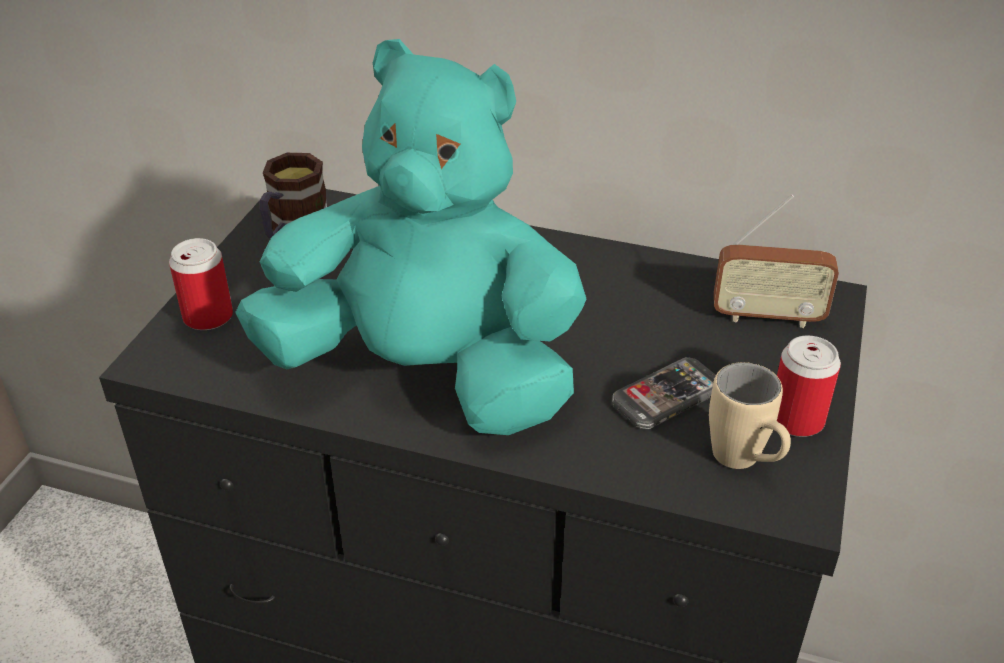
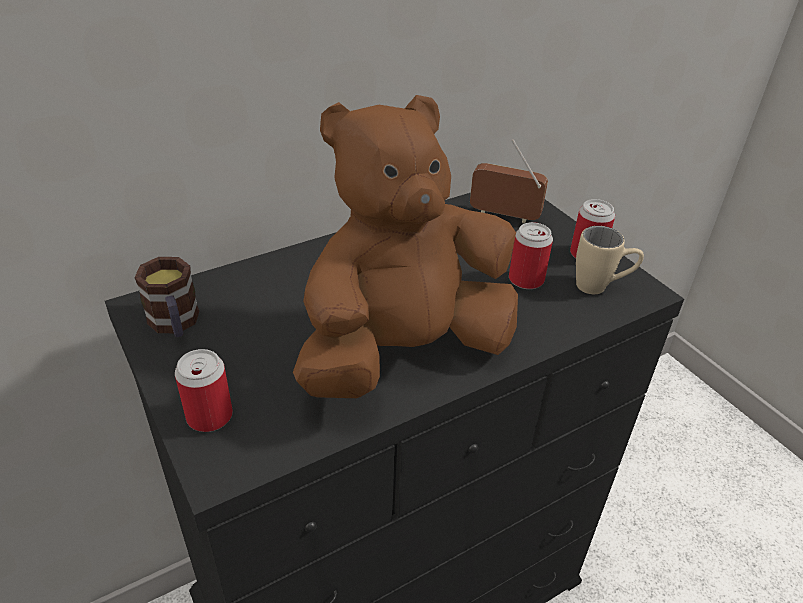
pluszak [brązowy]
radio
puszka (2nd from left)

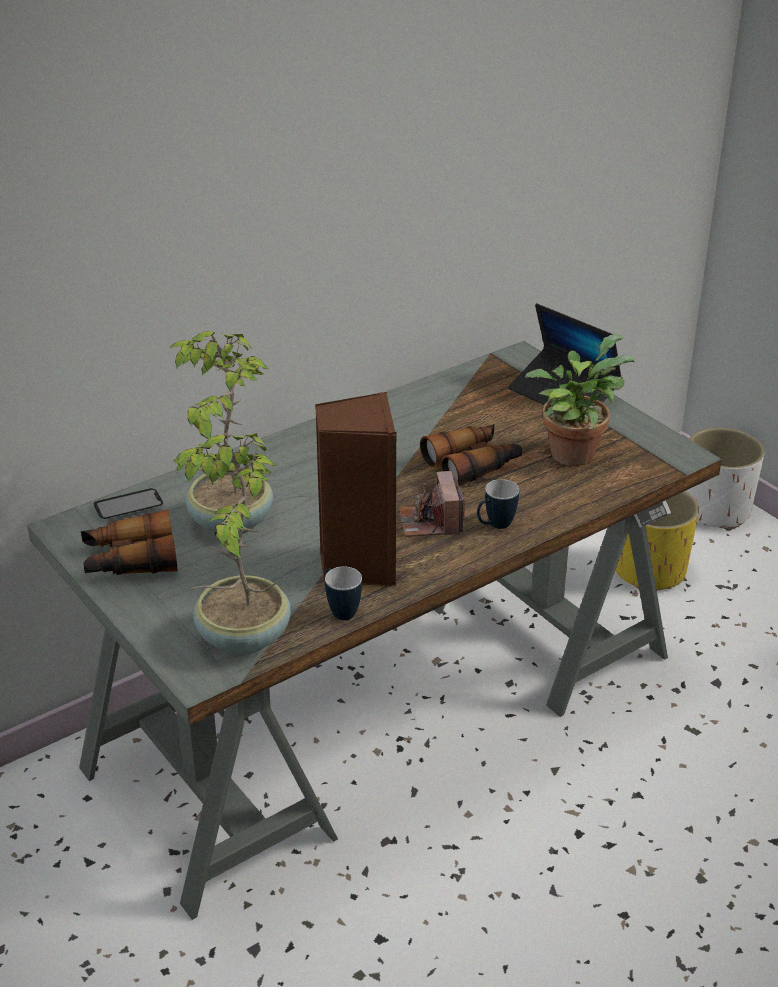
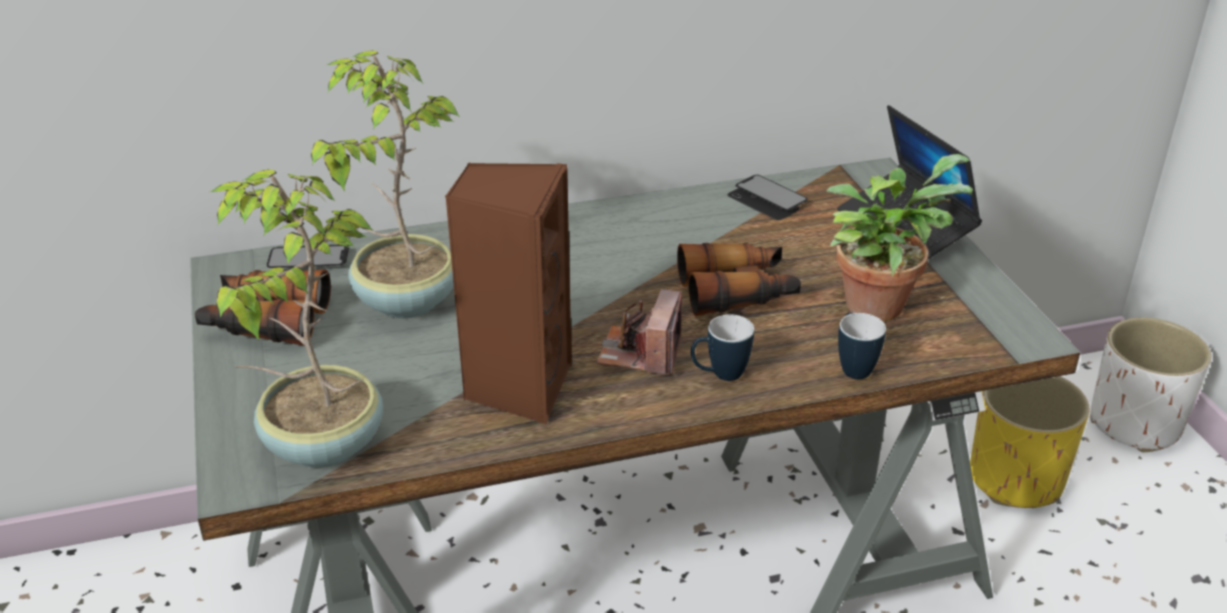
kubek (2nd from left)
telefon (2nd from left)

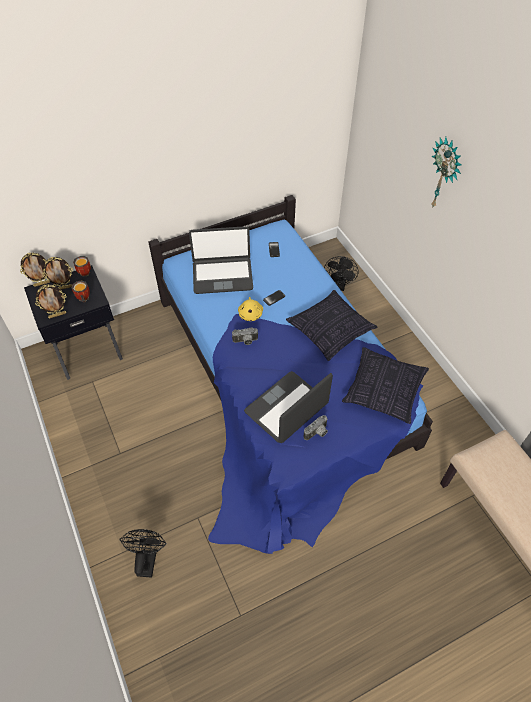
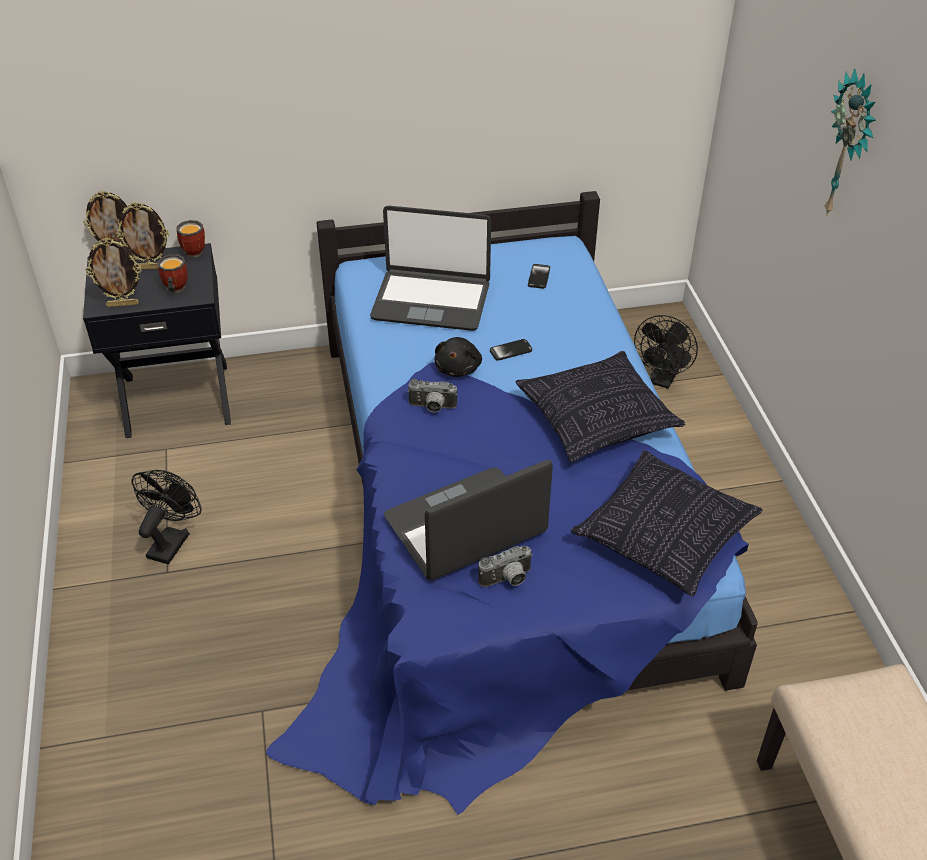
pluszak [czarny]
wentylator [czarny] (1st from left)

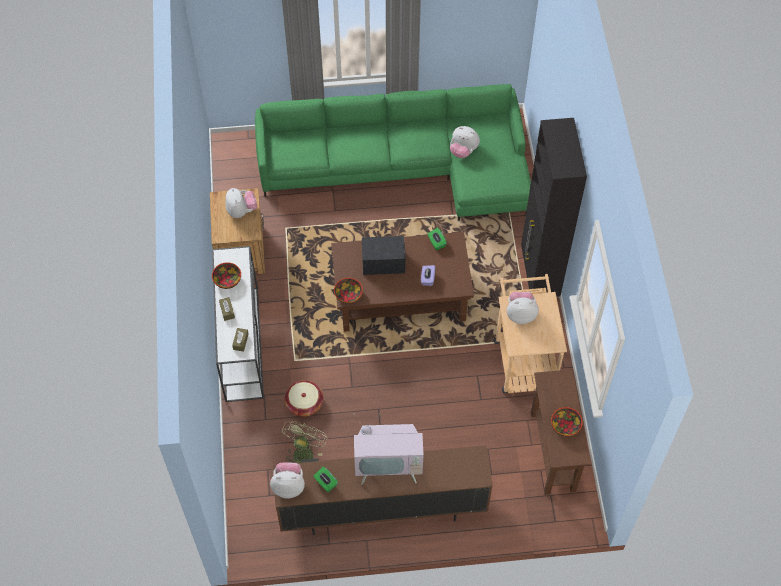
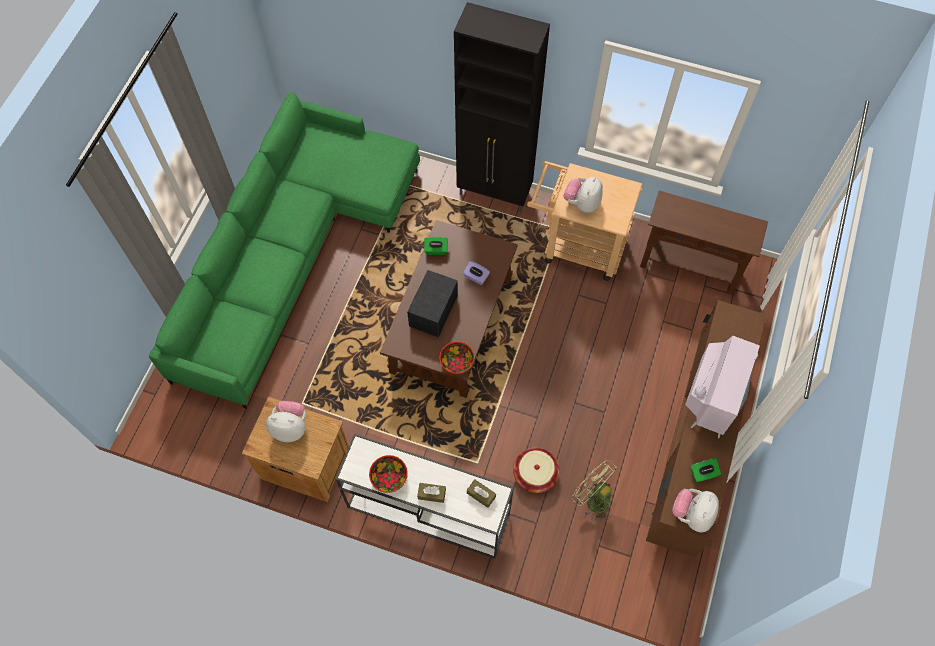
pluszak (3rd from left in the first image)
miska (3rd from left in the first image)

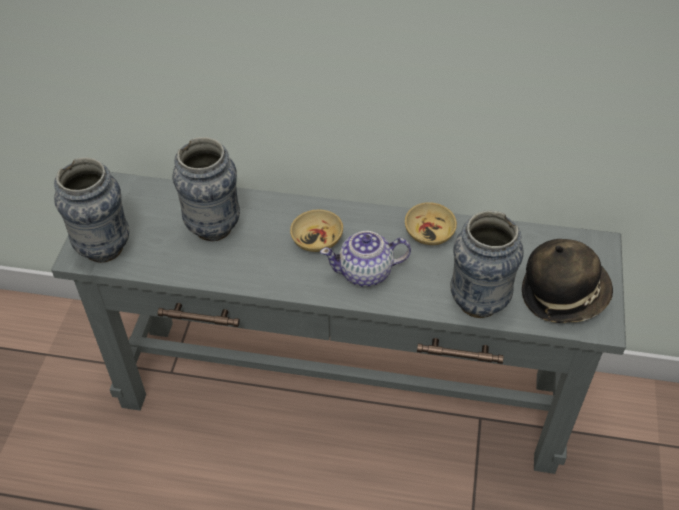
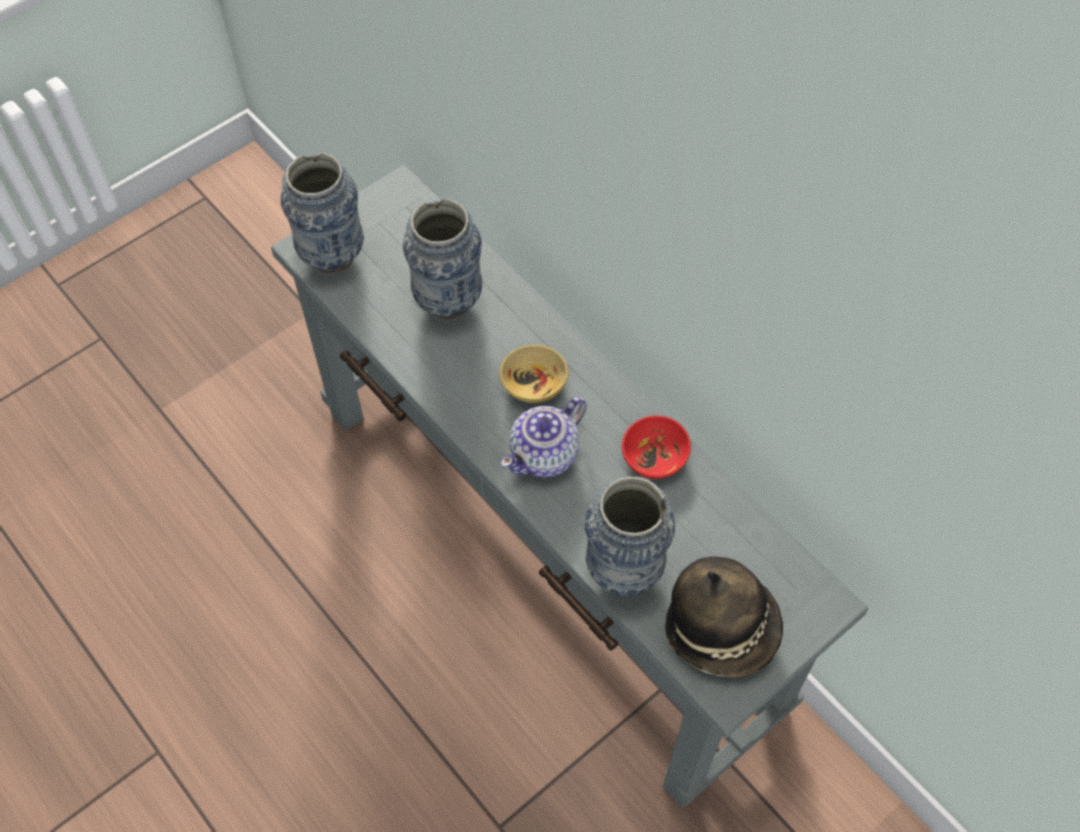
miska [czerwony]
imbryk

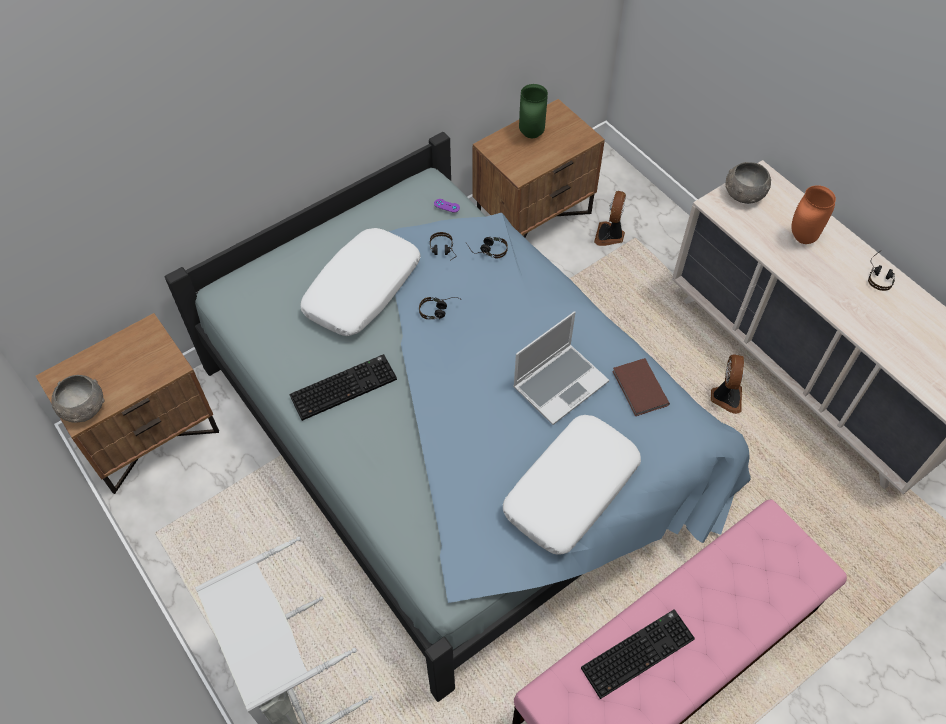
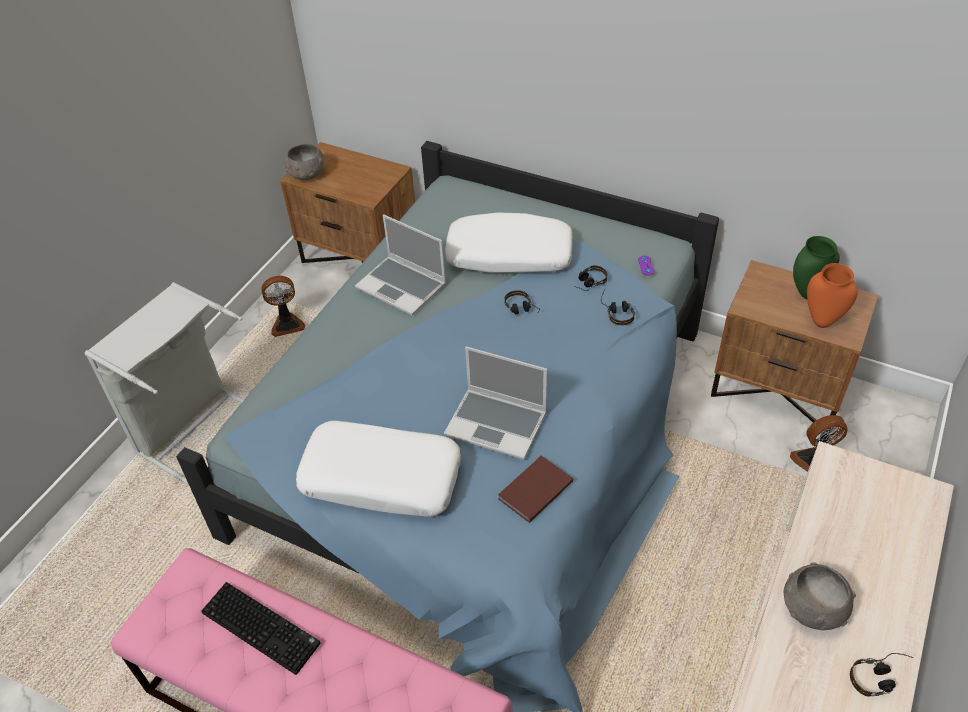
miska [szary] (2nd from left)
wazon [pomarańczowy]
laptop (1st from left)
wentylator (1st from left)

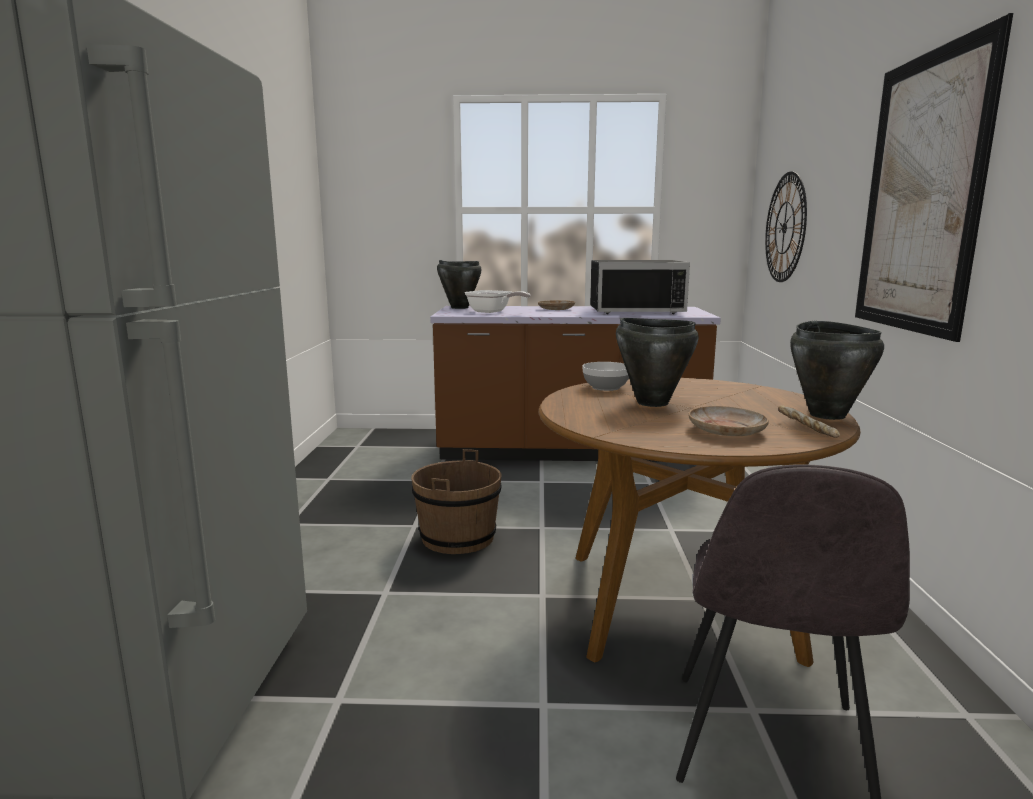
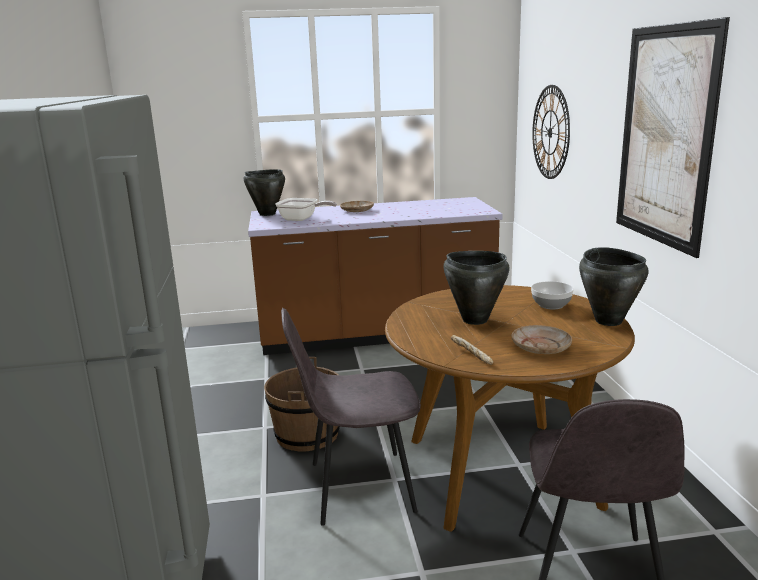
mikrofalówka [czarny]
miska
chleb
krzesło [szary] (1st from left)

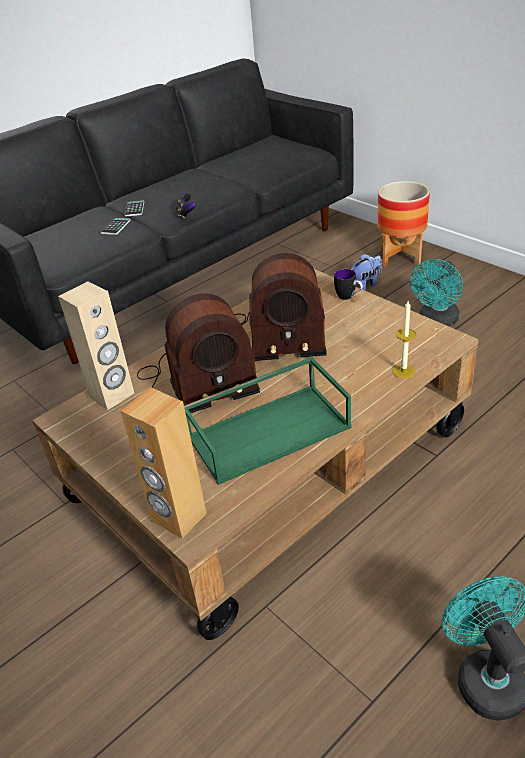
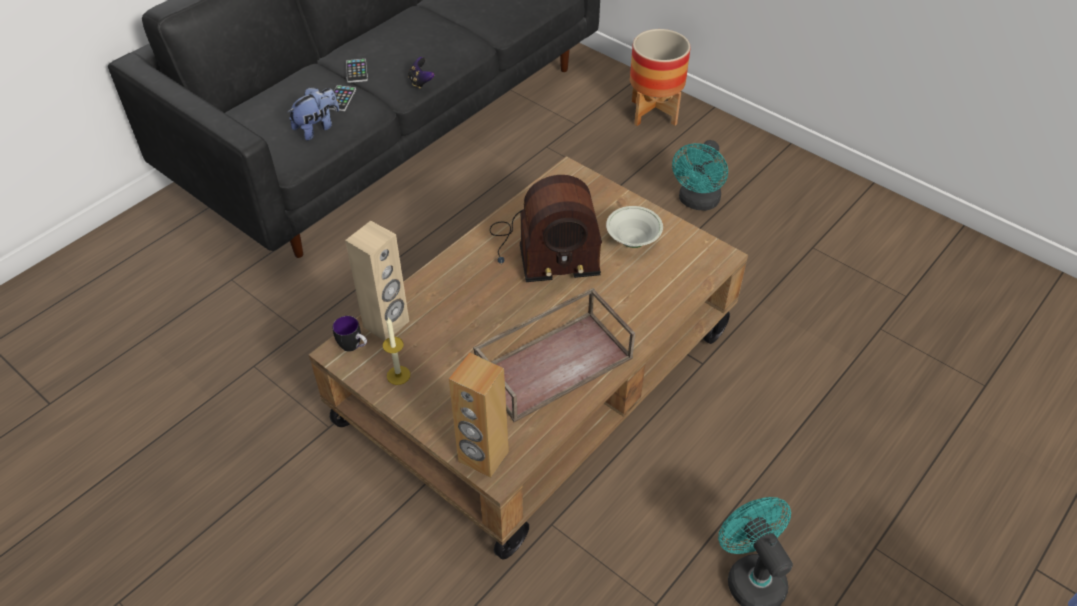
pluszak
kubek
radio (1st from left in the first image)
świeca
taca [brązowy]
miska [biały]

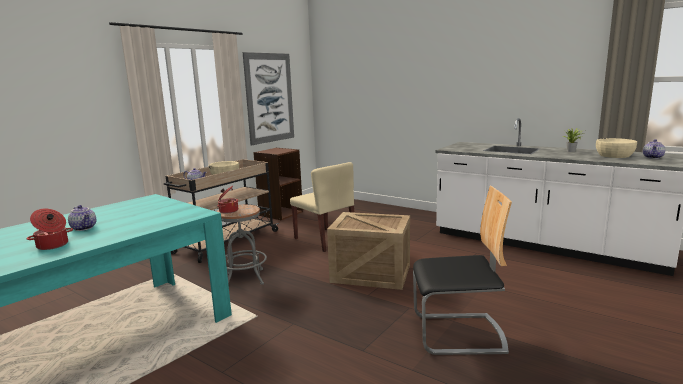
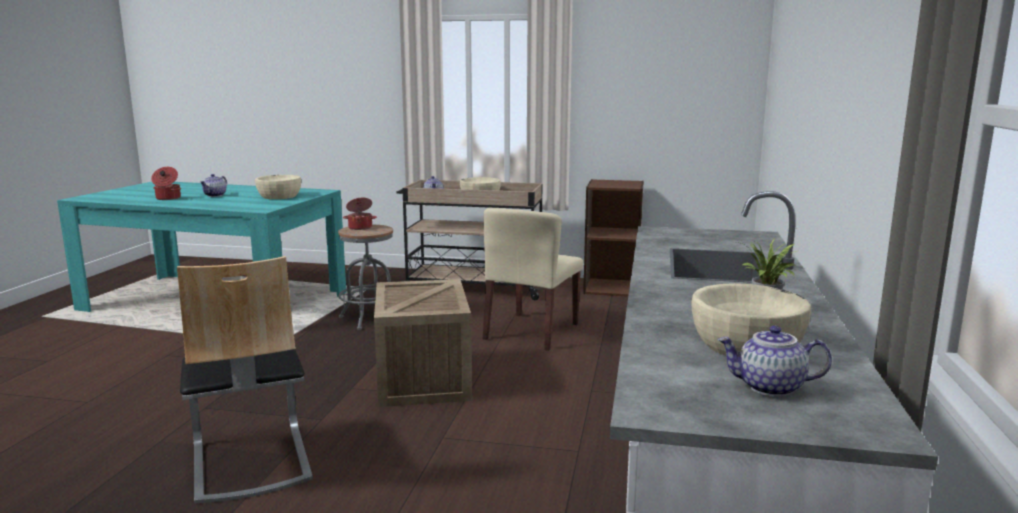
obraz
miska [beżowy] (1st from left)

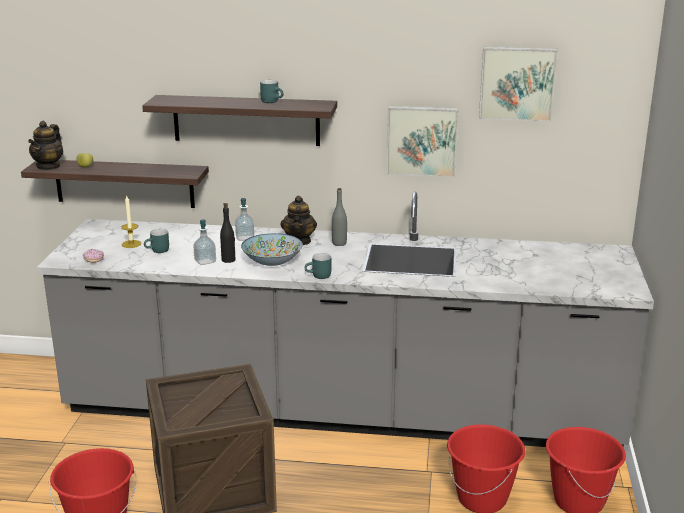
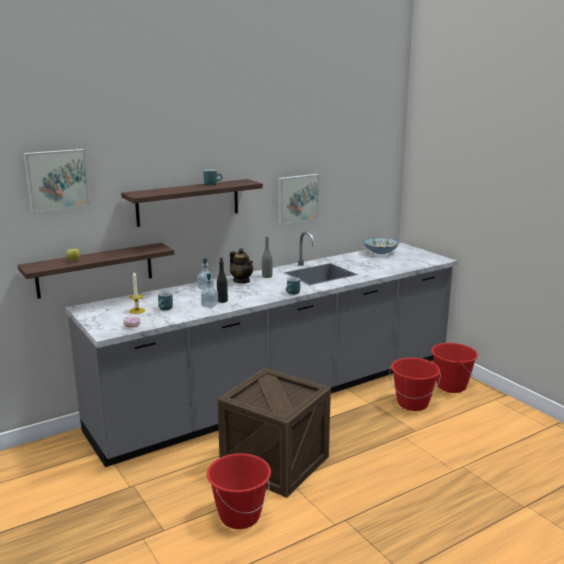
obraz (1st from left)
imbryk (1st from left in the first image)
miska

